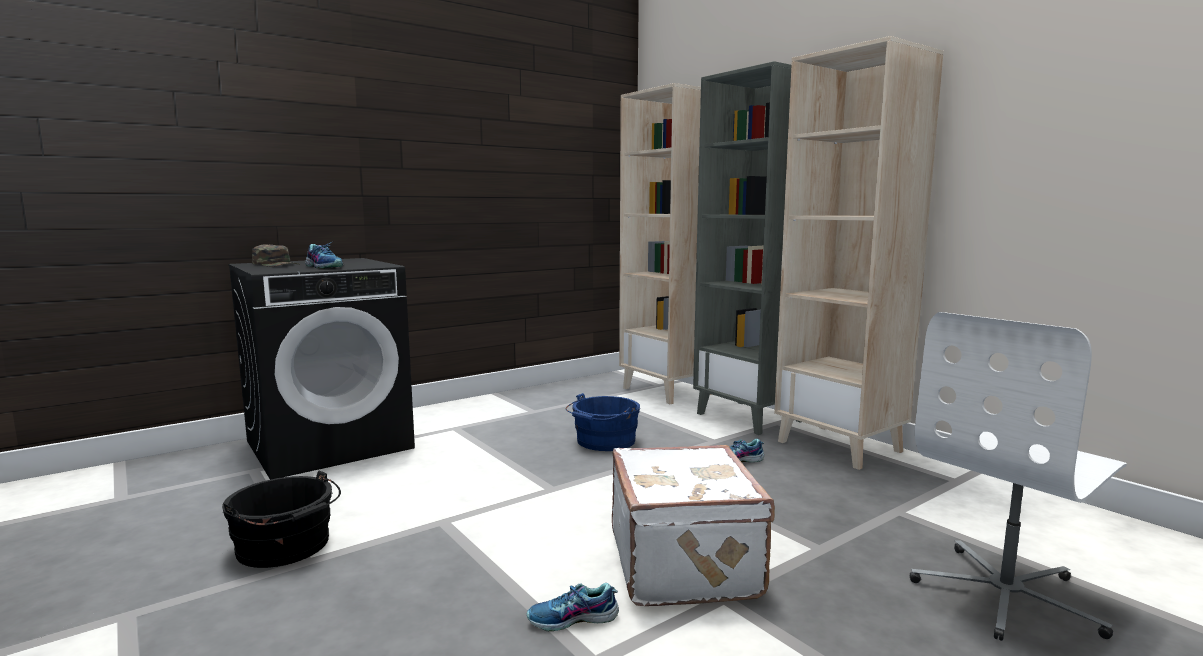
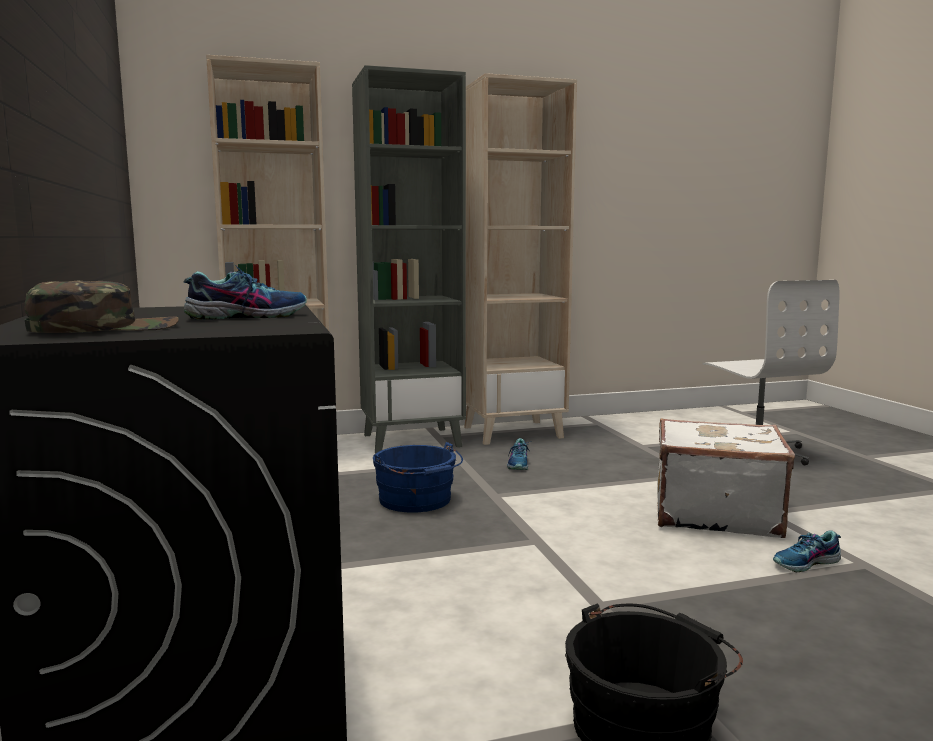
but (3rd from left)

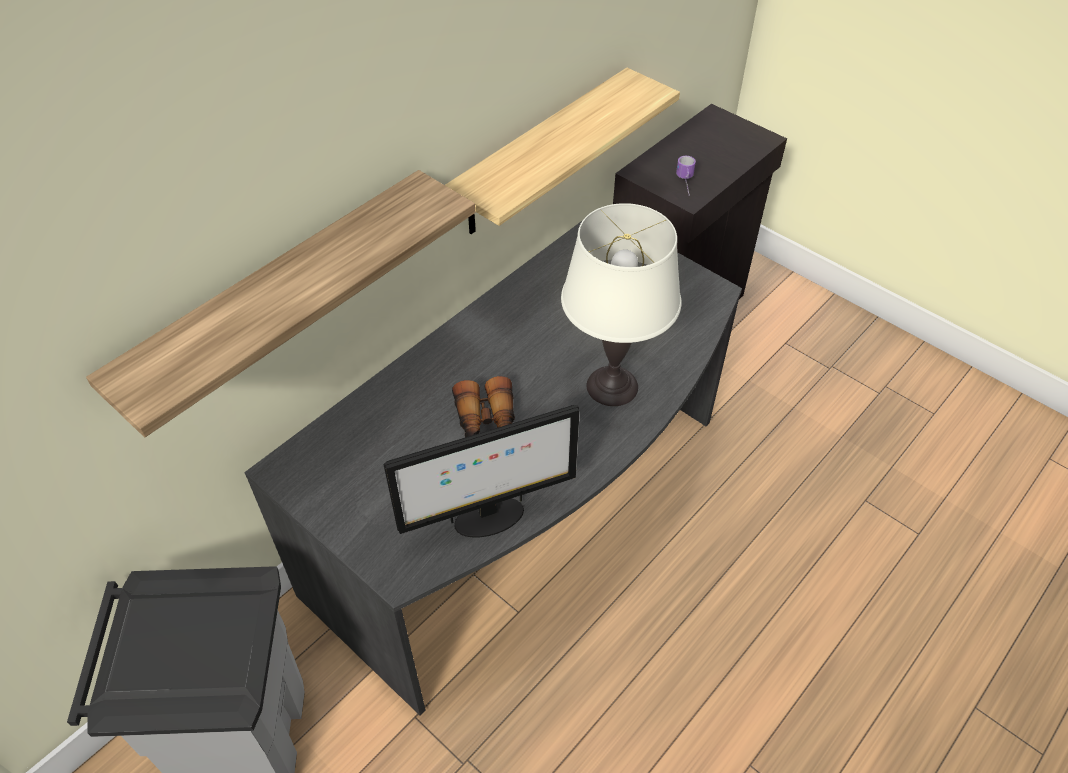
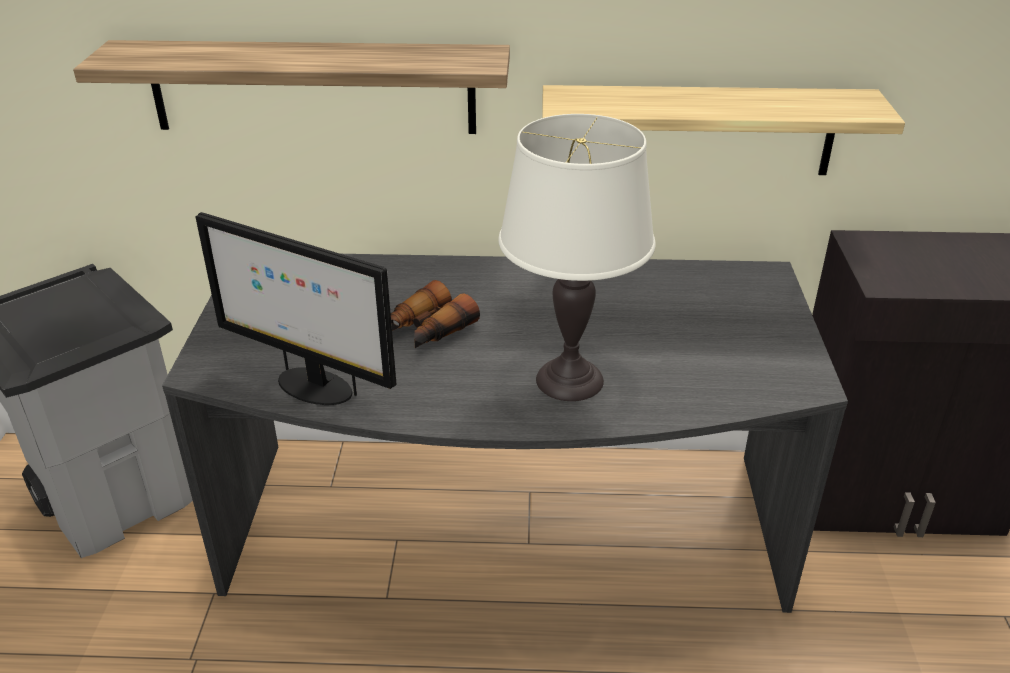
kubek

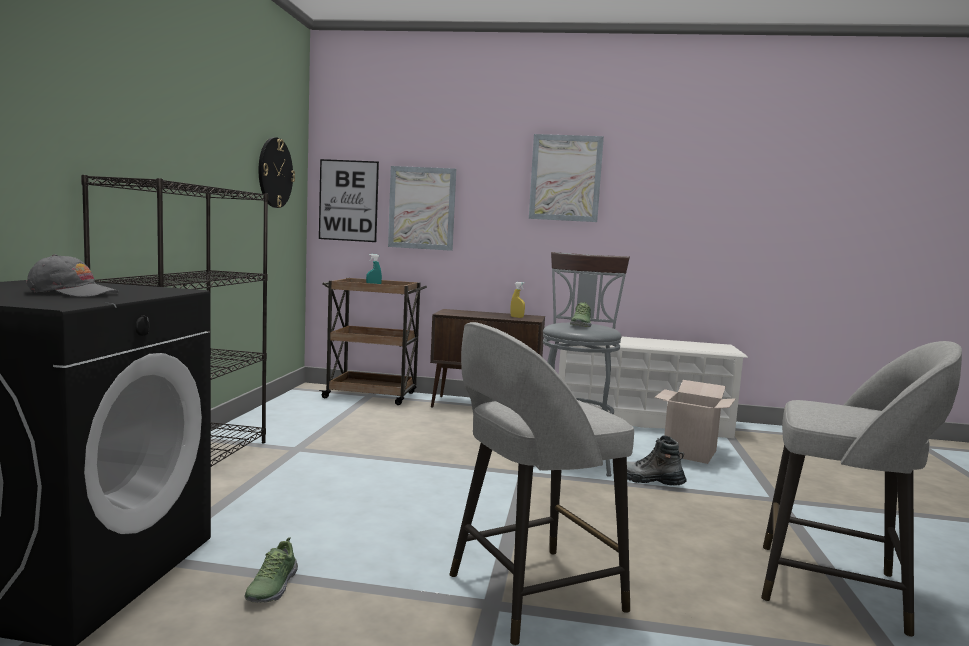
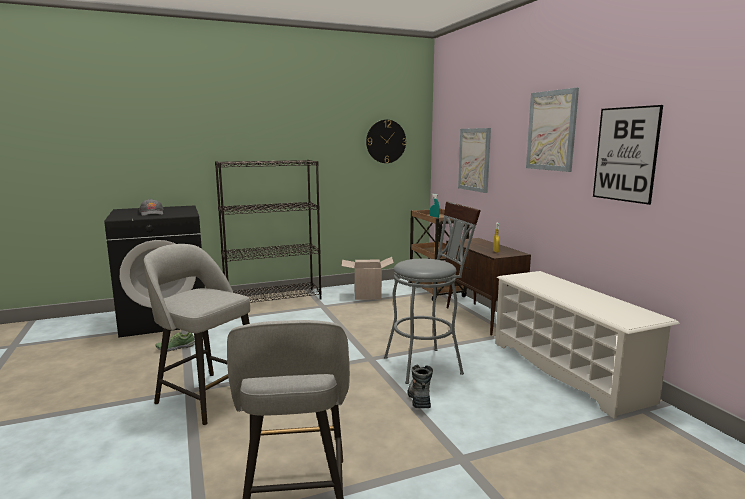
obraz (3rd from left)
but (2nd from left in the first image)
karton

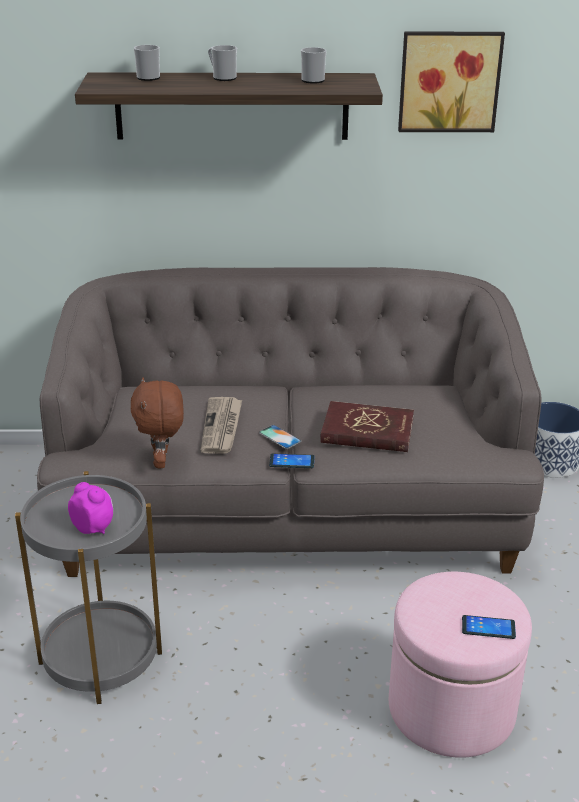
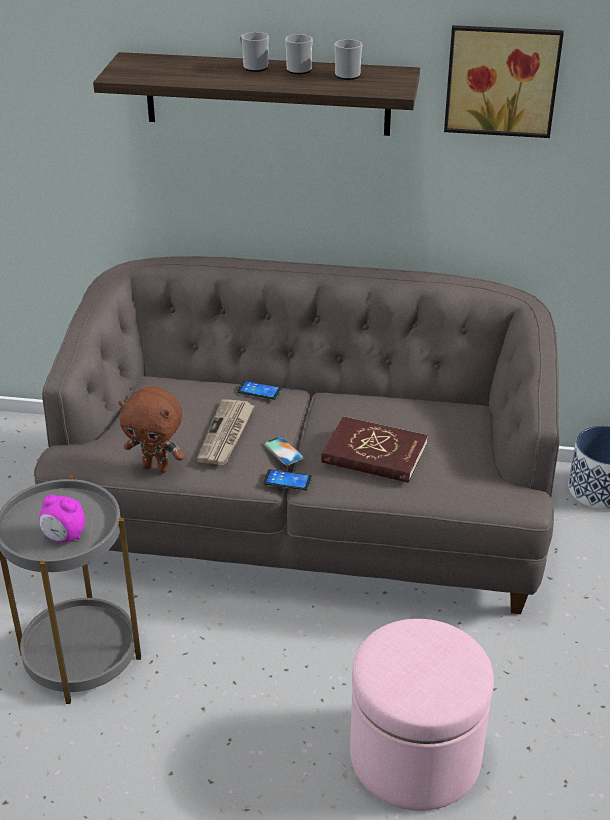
kubek (2nd from left)
pluszak [brązowy]
budzik
telefon (1st from left)

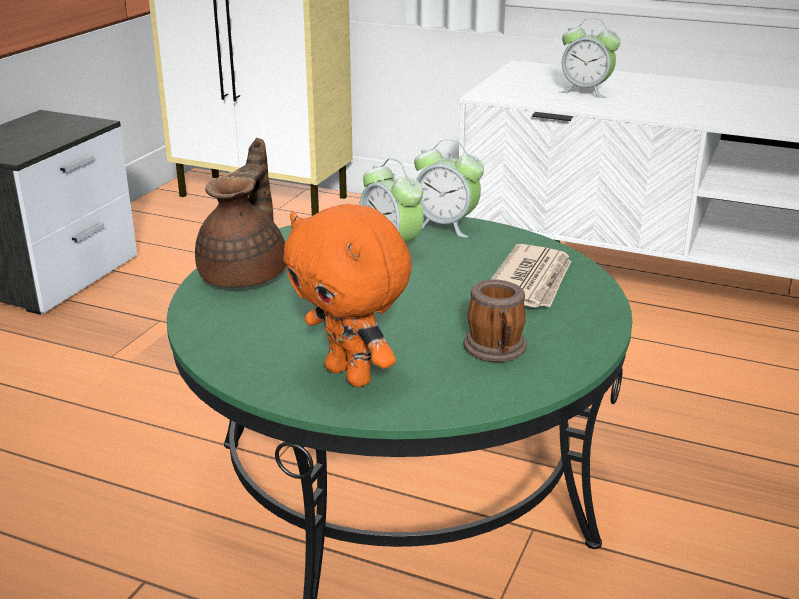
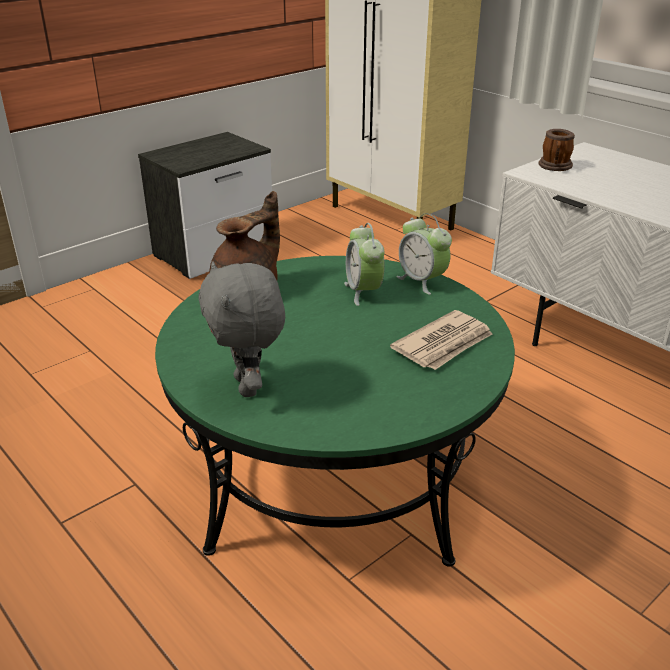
budzik (3rd from left in the first image)
pluszak [szary]
kubek

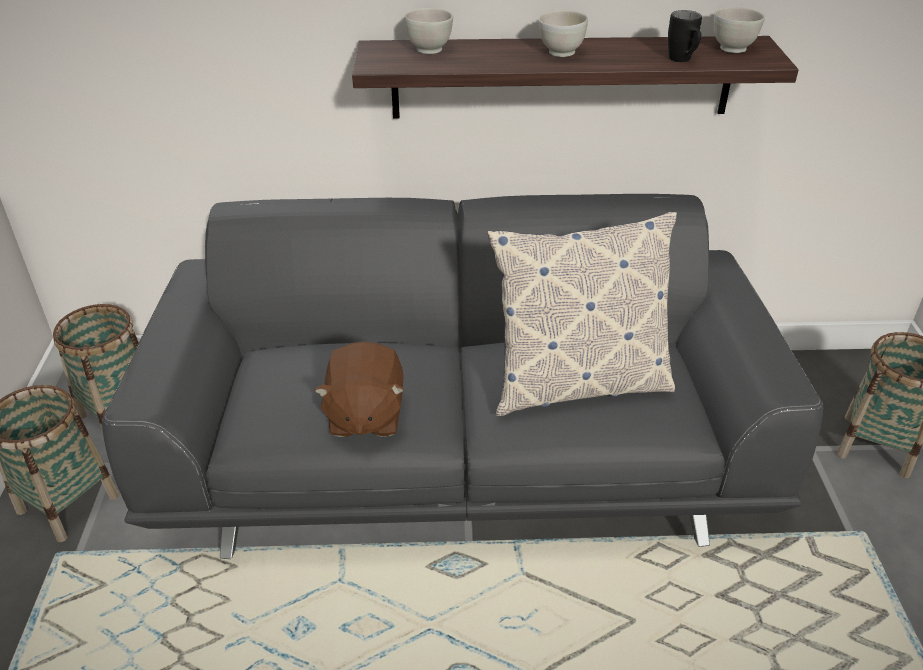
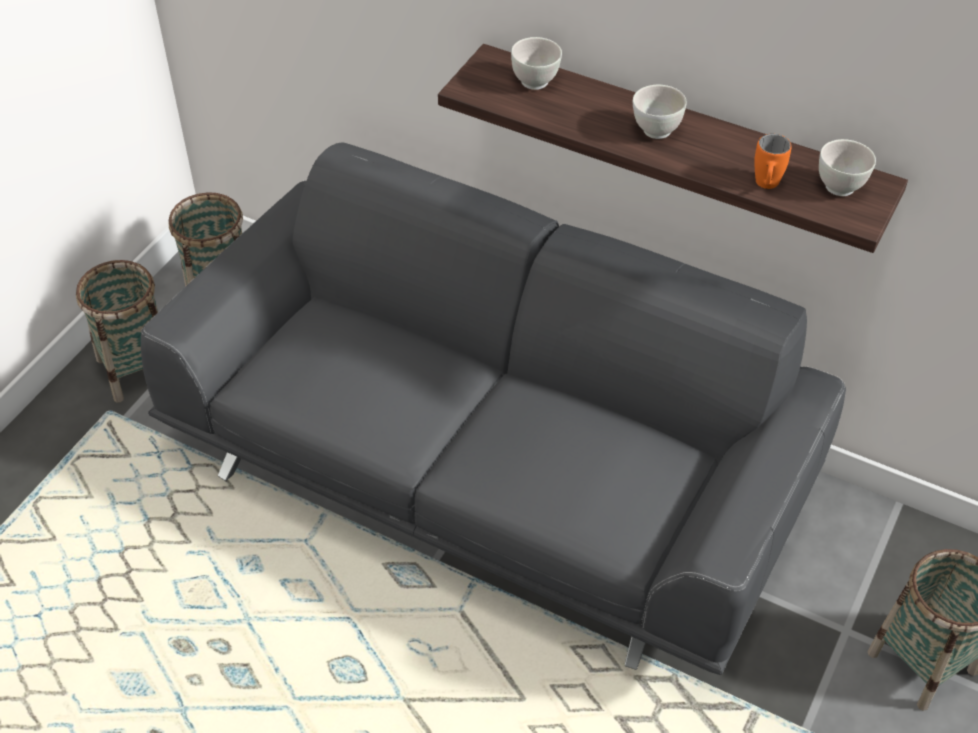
kubek [pomarańczowy]
poduszka
pluszak [brązowy]

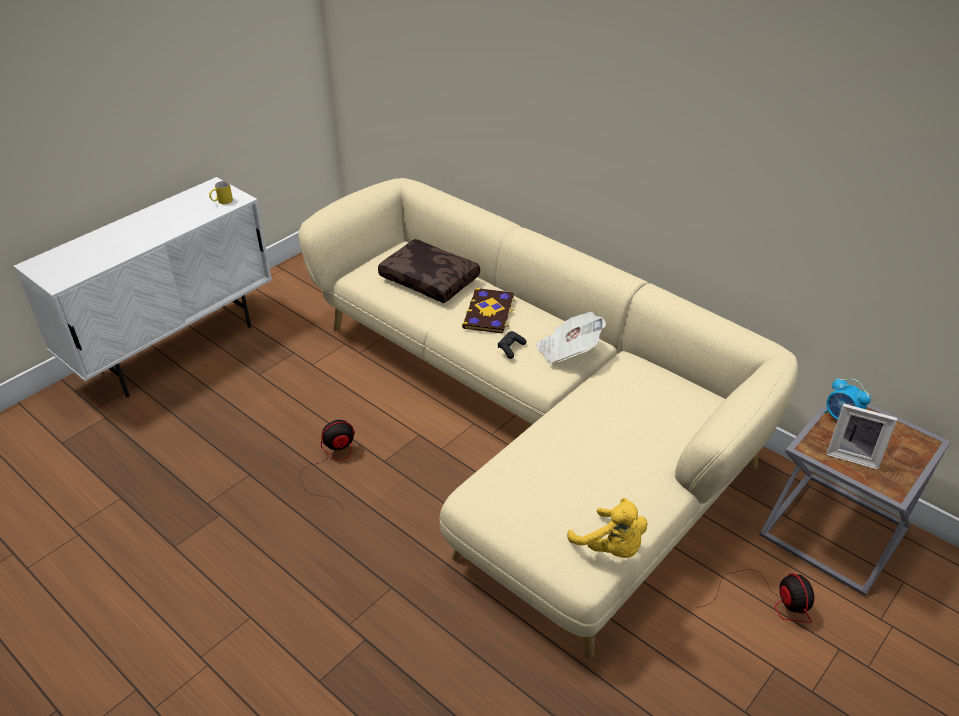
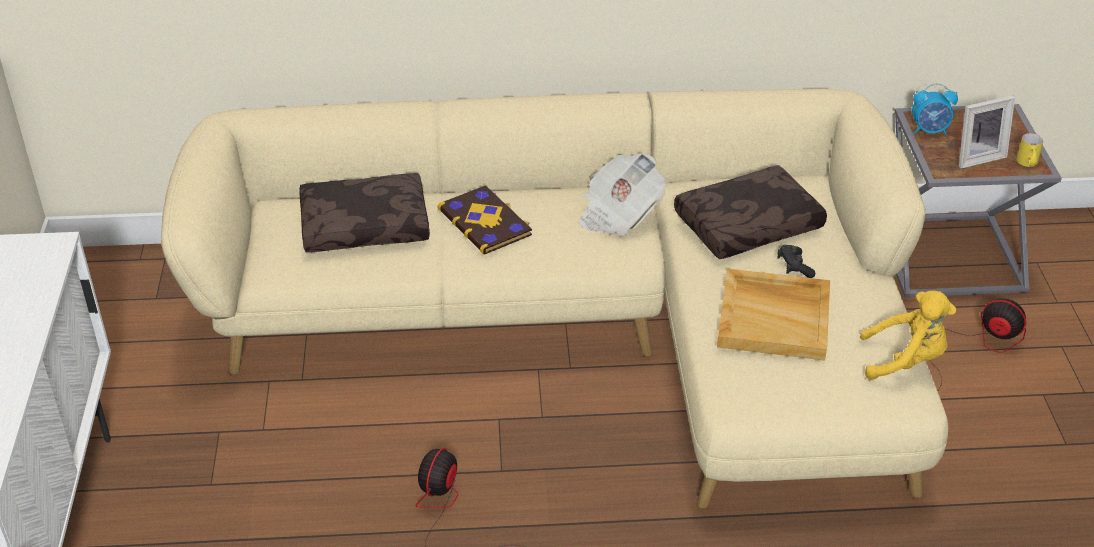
kubek [żółty]
pad do gier [czarny]
poduszka [brązowy] (2nd from left)
taca [beżowy]

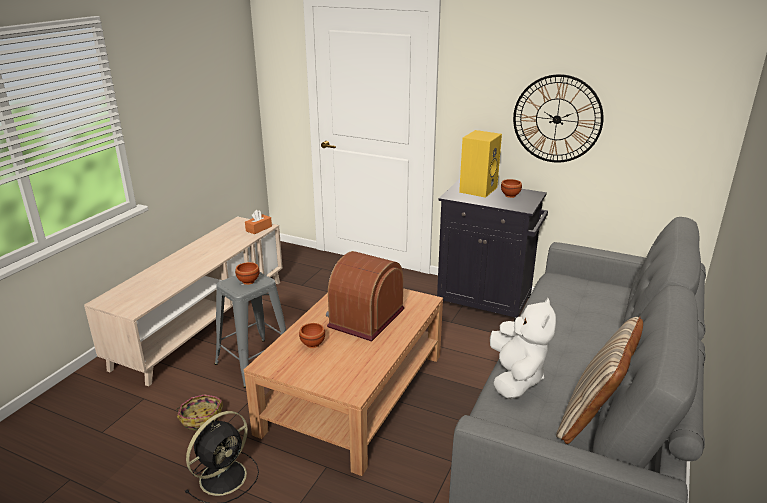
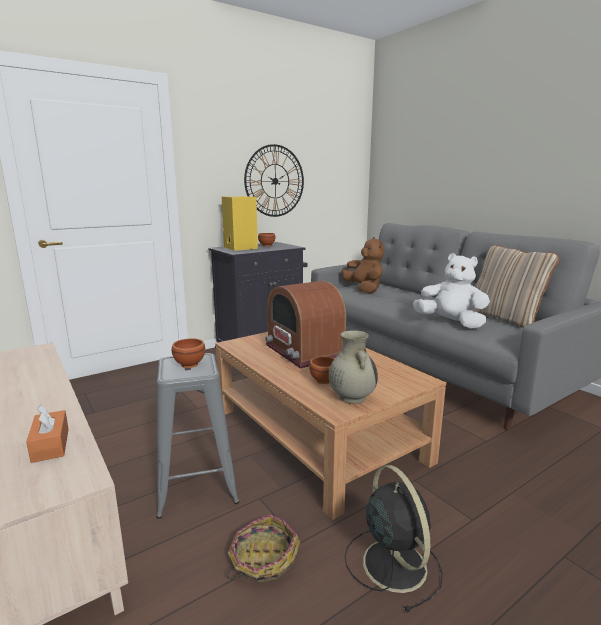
pudełko chusteczek [pomarańczowy]
pluszak [brązowy]
wazon [beżowy]

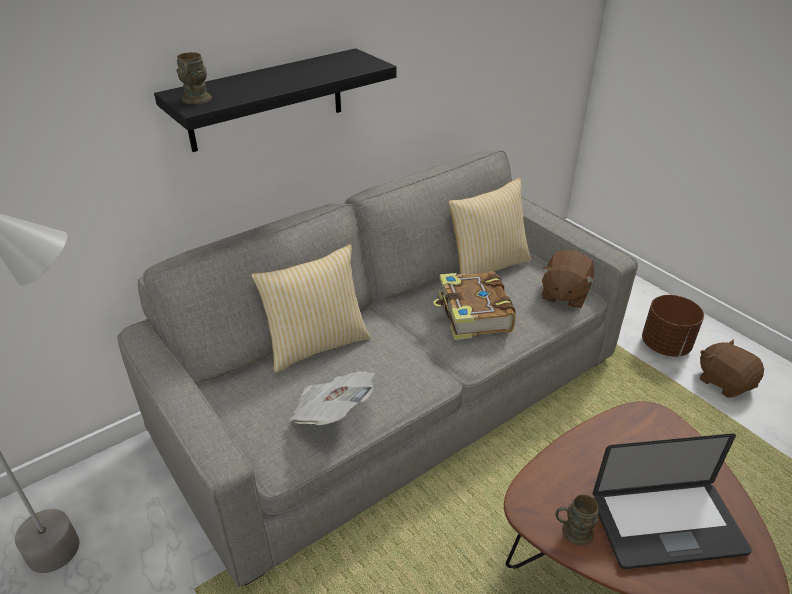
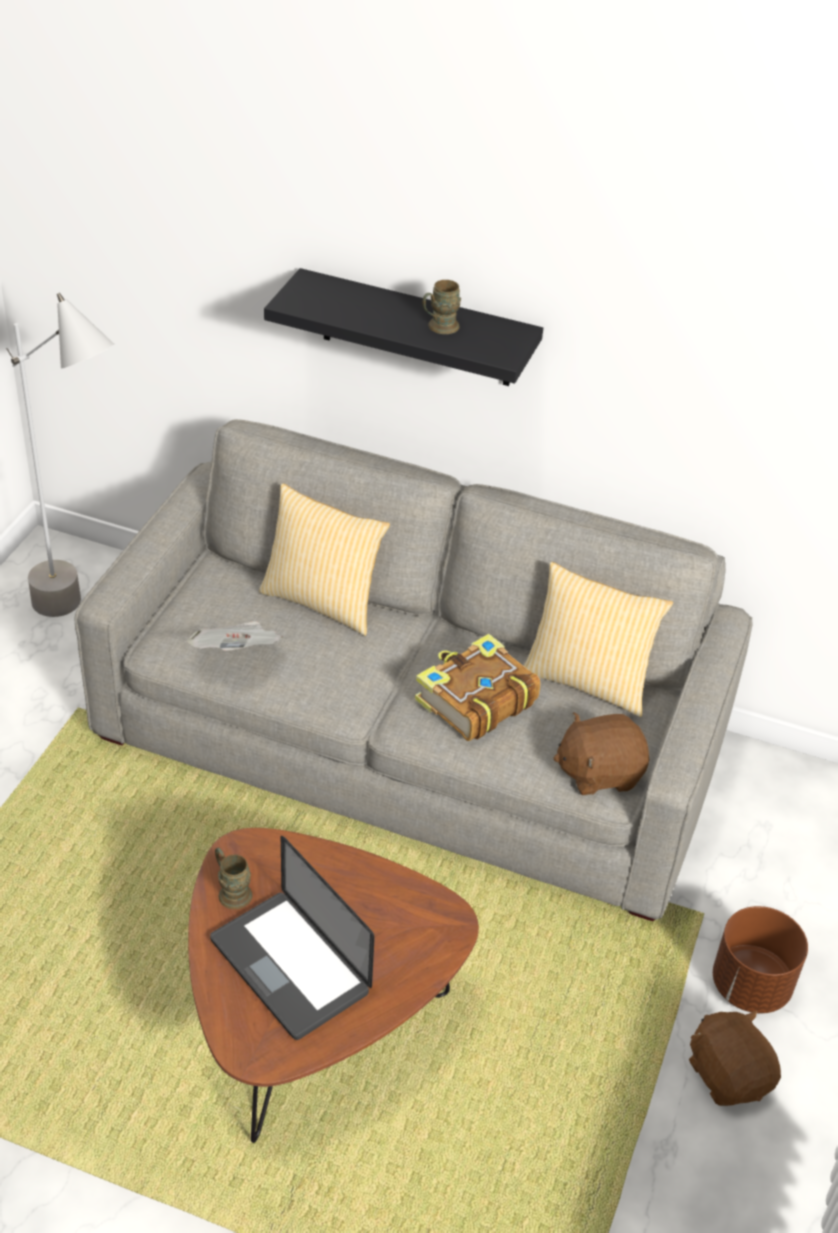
kubek [brązowy] (2nd from left)
pluszak [brązowy] (2nd from left)

